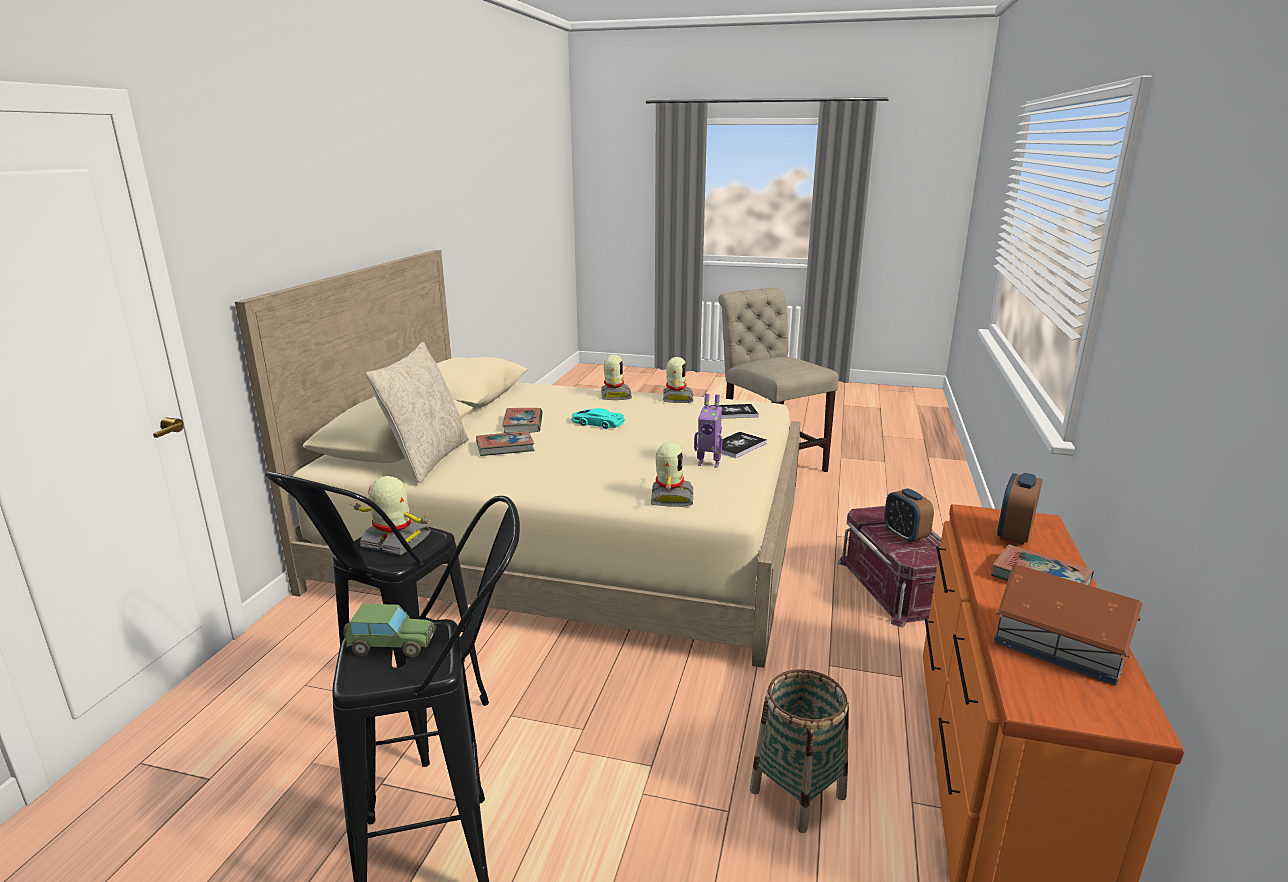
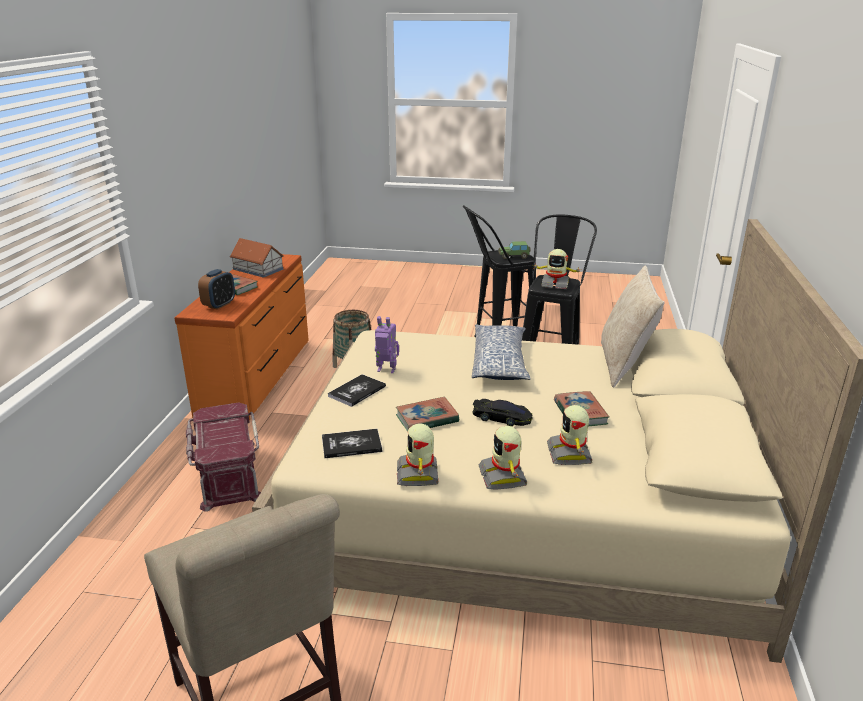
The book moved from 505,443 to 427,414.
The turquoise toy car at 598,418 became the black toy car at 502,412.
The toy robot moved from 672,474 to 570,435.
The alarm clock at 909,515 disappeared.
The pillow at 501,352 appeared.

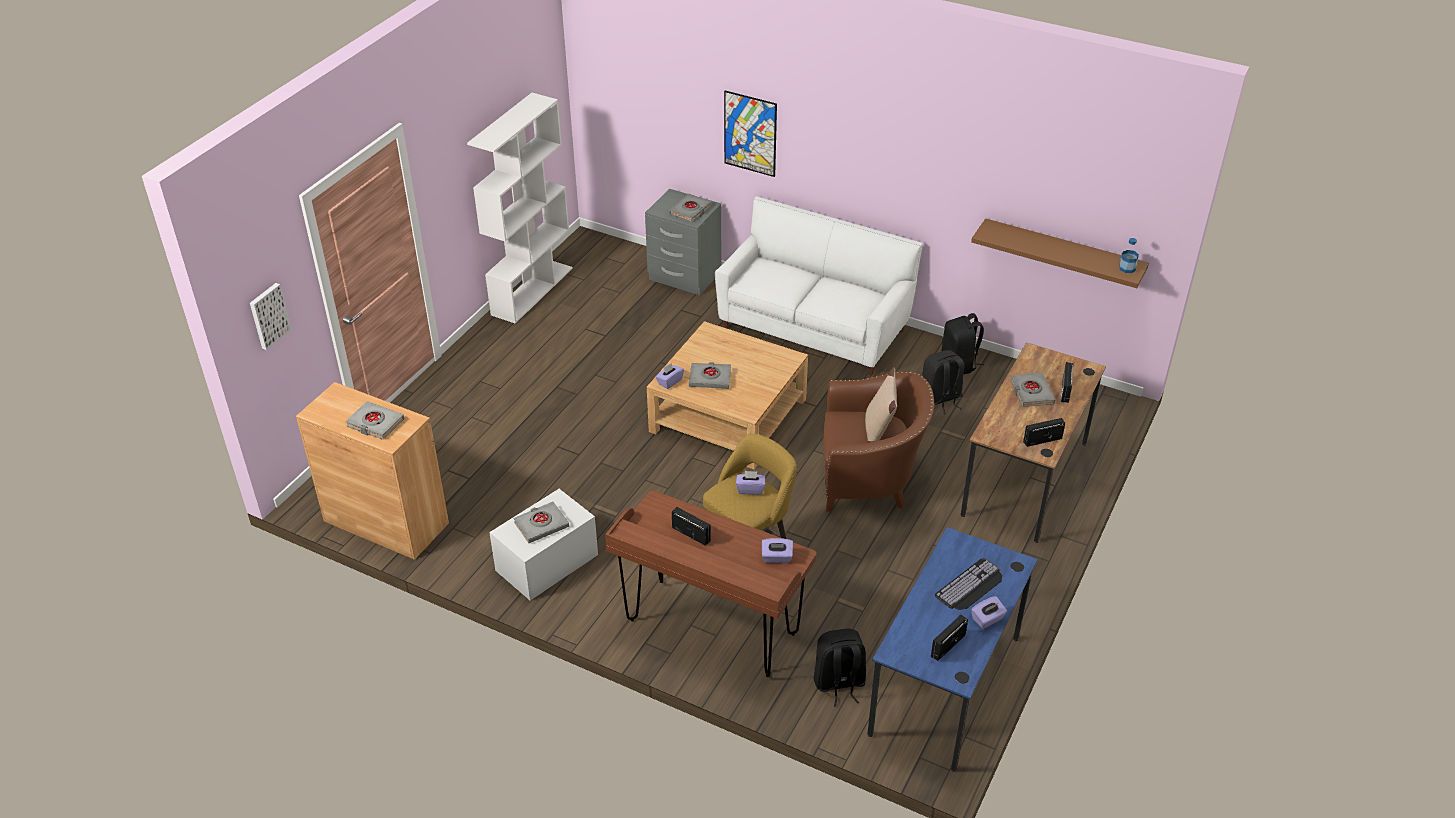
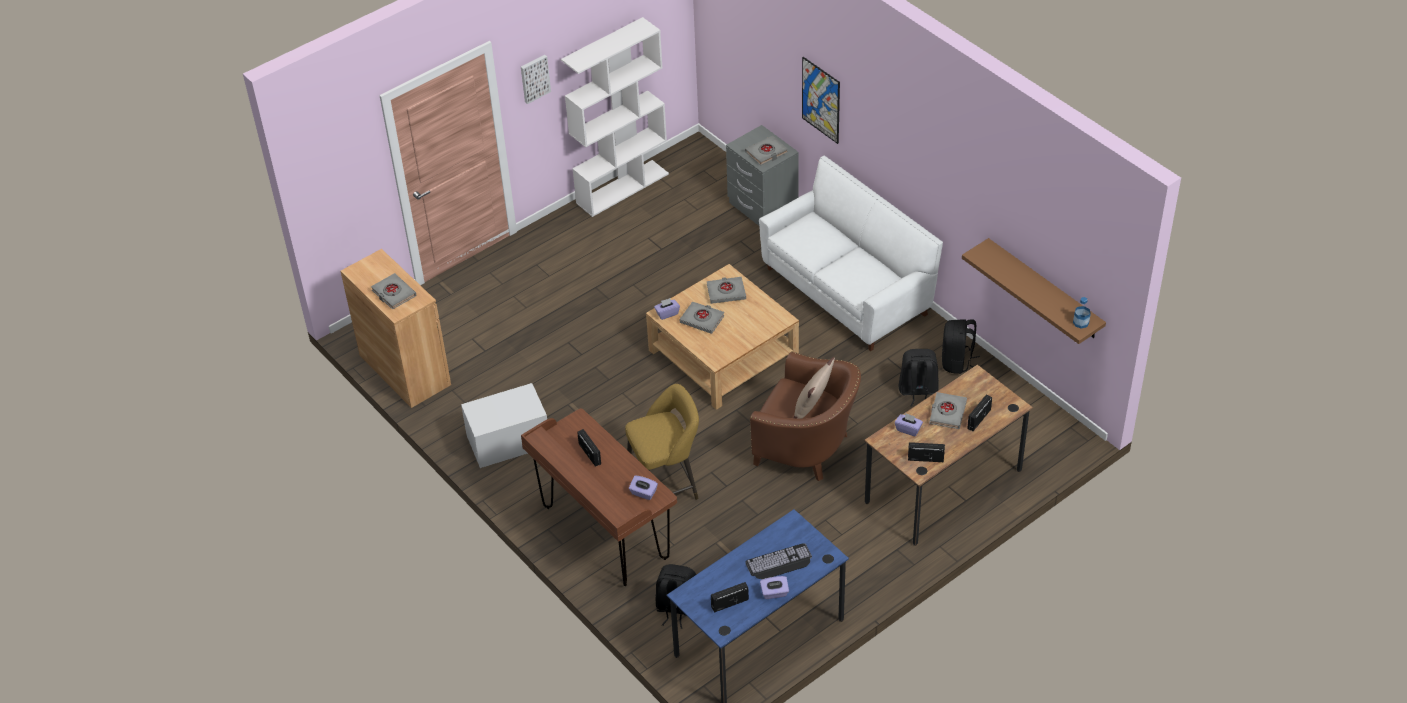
The picture moved from 271,316 to 536,79.
The grey book moved from 541,522 to 726,290.
The purple tissue box moved from 750,483 to 909,424.

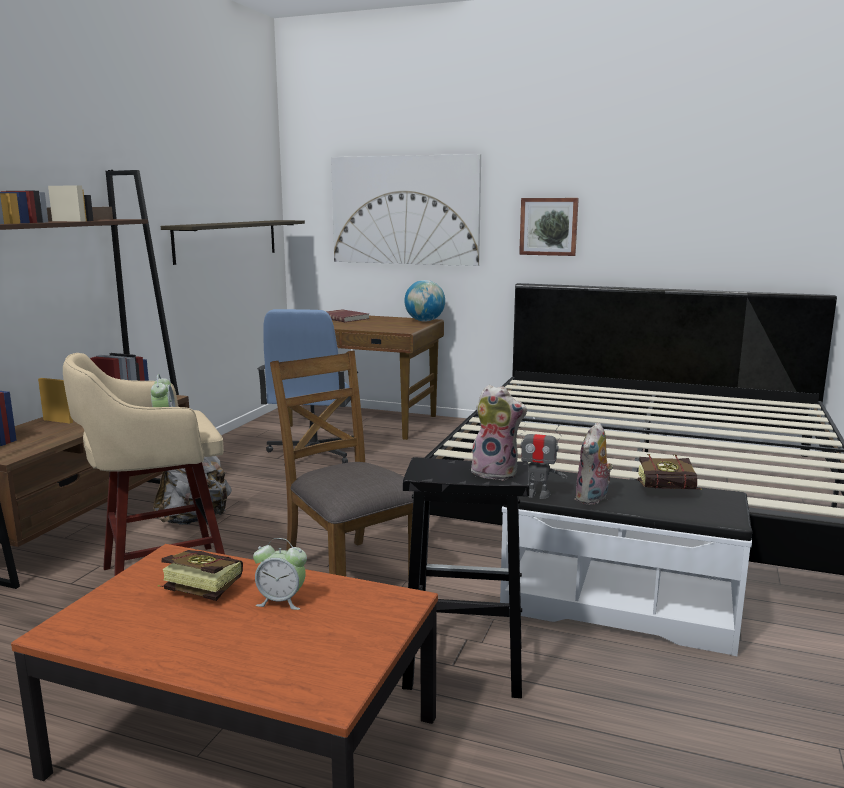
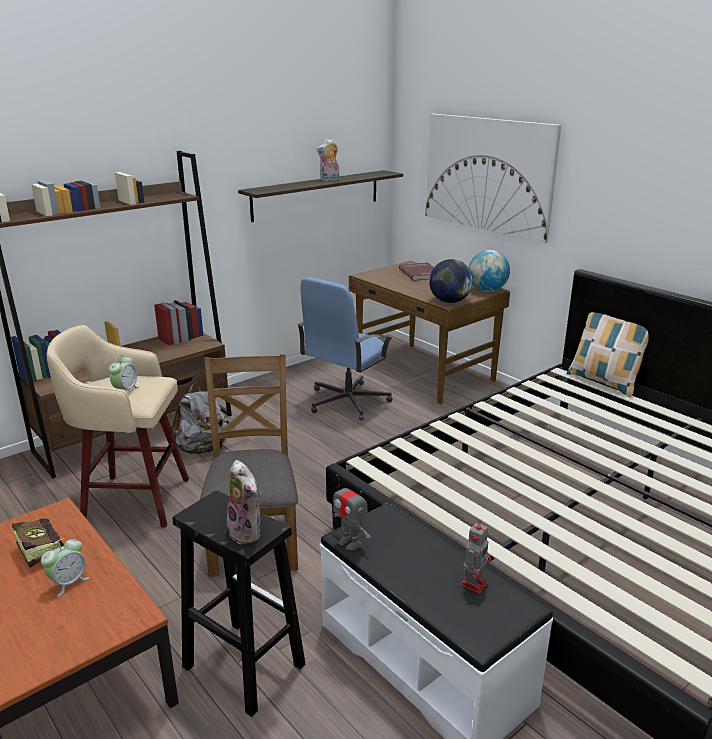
The alarm clock at 280,574 turned 90 degrees counterclockwise.
The picture at 549,227 disappeared.
The plush toy moved from 594,463 to 328,159.
The book at 670,472 was replaced by the toy robot at 475,557.
The globe at 451,281 appeared.
The pillow at 608,354 appeared.

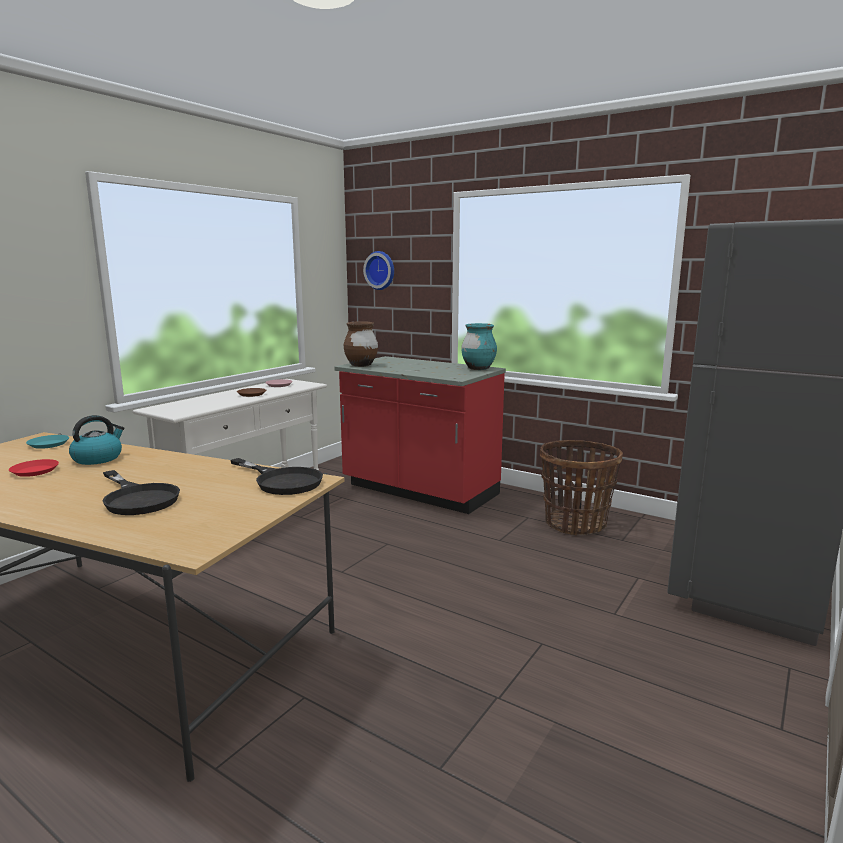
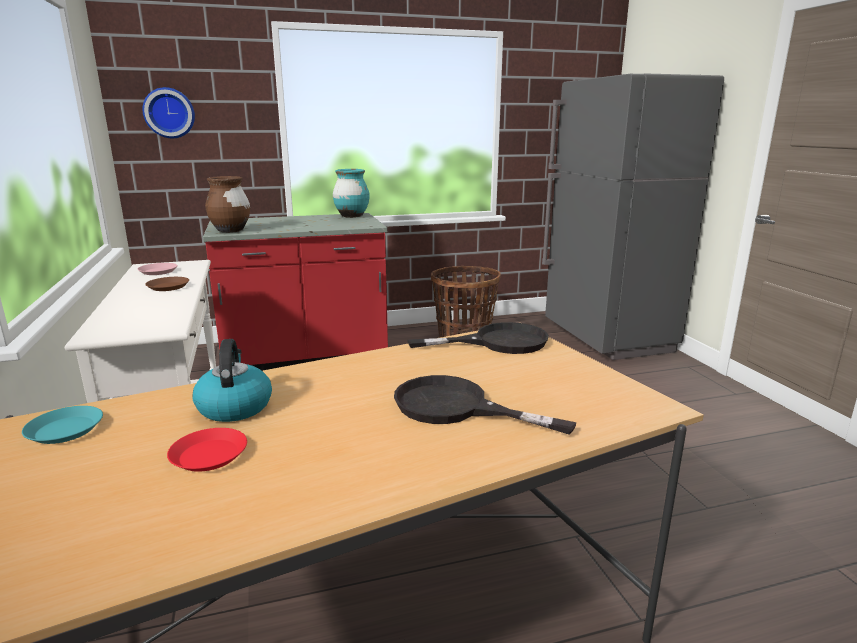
The black frying pan at 141,492 turned 150 degrees counterclockwise.

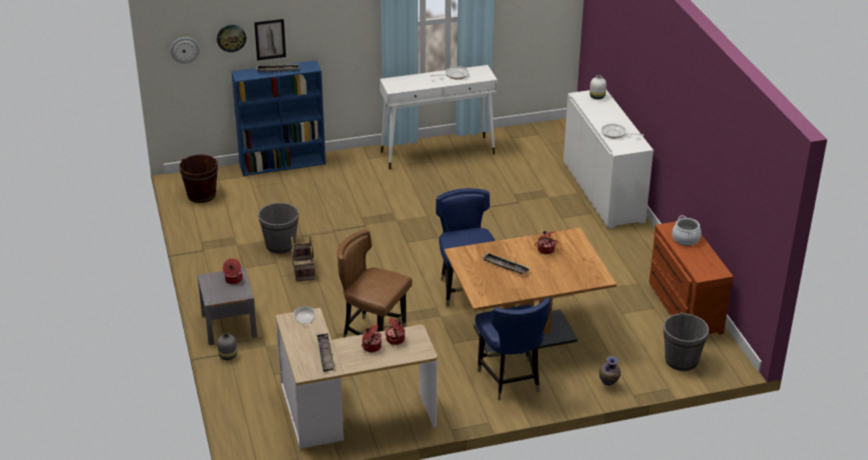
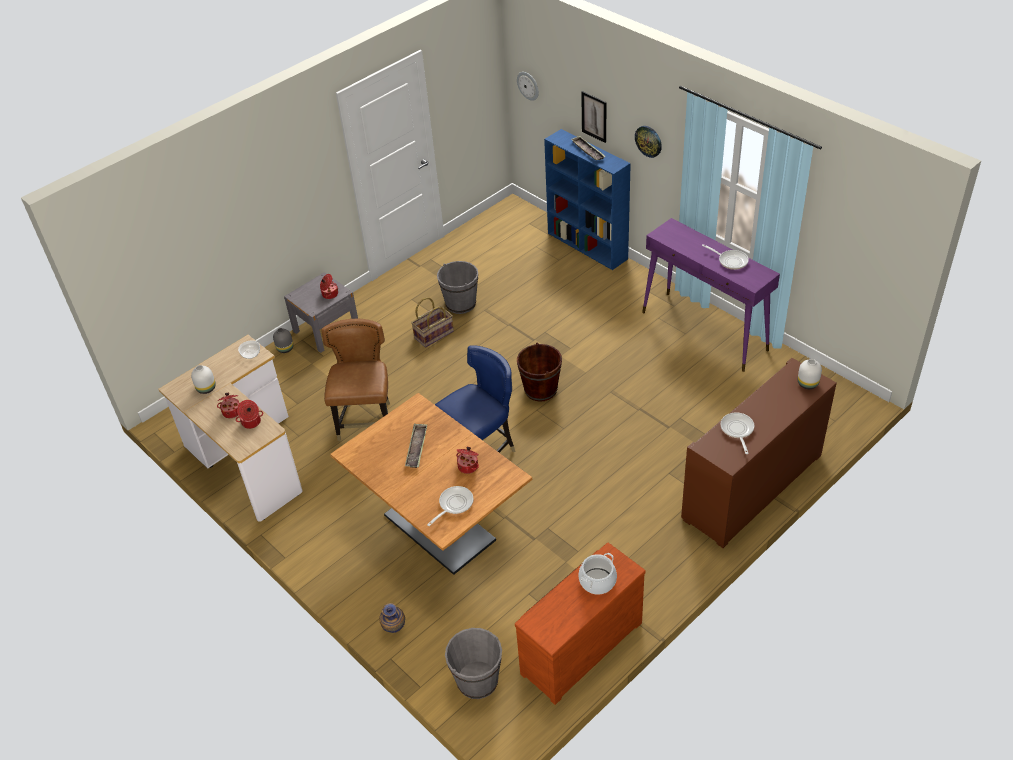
The brown bucket moved from 198,178 to 539,372.
The wall clock moved from 231,38 to 648,142.
The tray at 325,352 was replaced by the white vase at 203,379.
The white console table at 438,117 became the purple console table at 711,295.
The blue chair at 513,348 disappeared.
The white cabinet at 608,159 became the brown cabinet at 759,453.
The frying pan at 450,506 appeared.

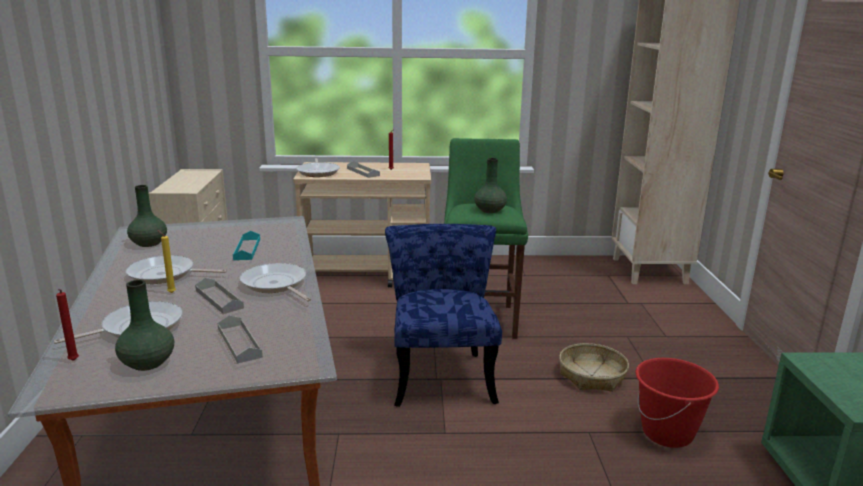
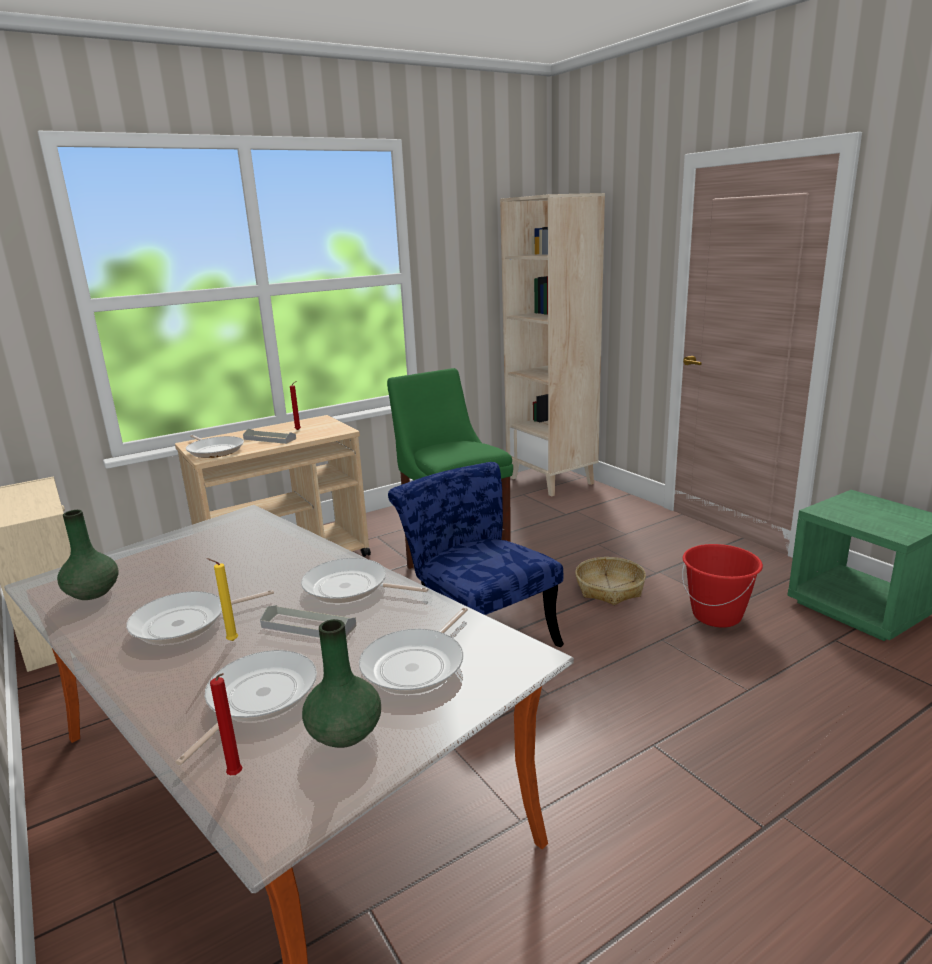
The grey tray at 240,339 was replaced by the frying pan at 413,650.
The turquoise tray at 246,245 disappeared.
The green vase at 490,185 disappeared.

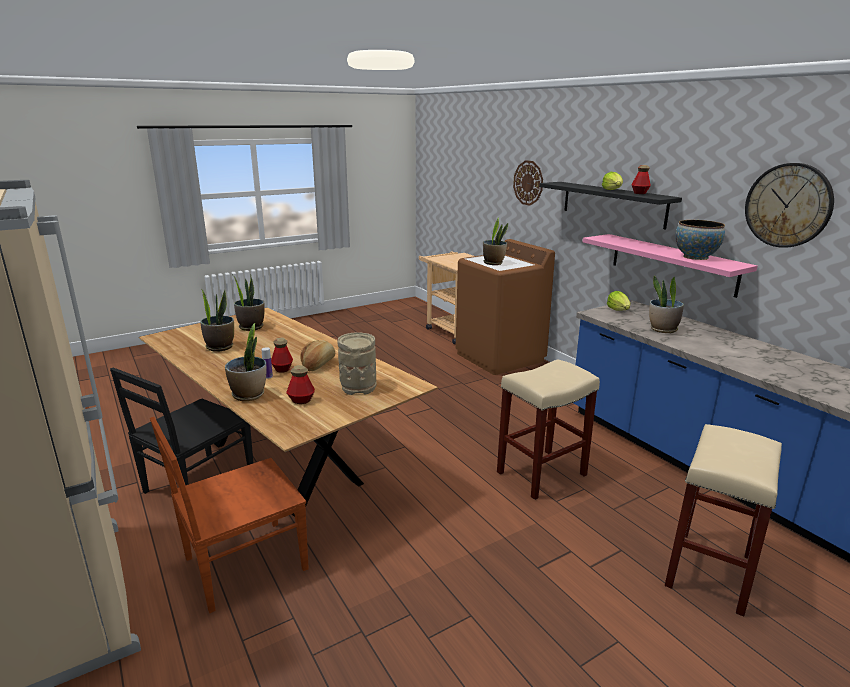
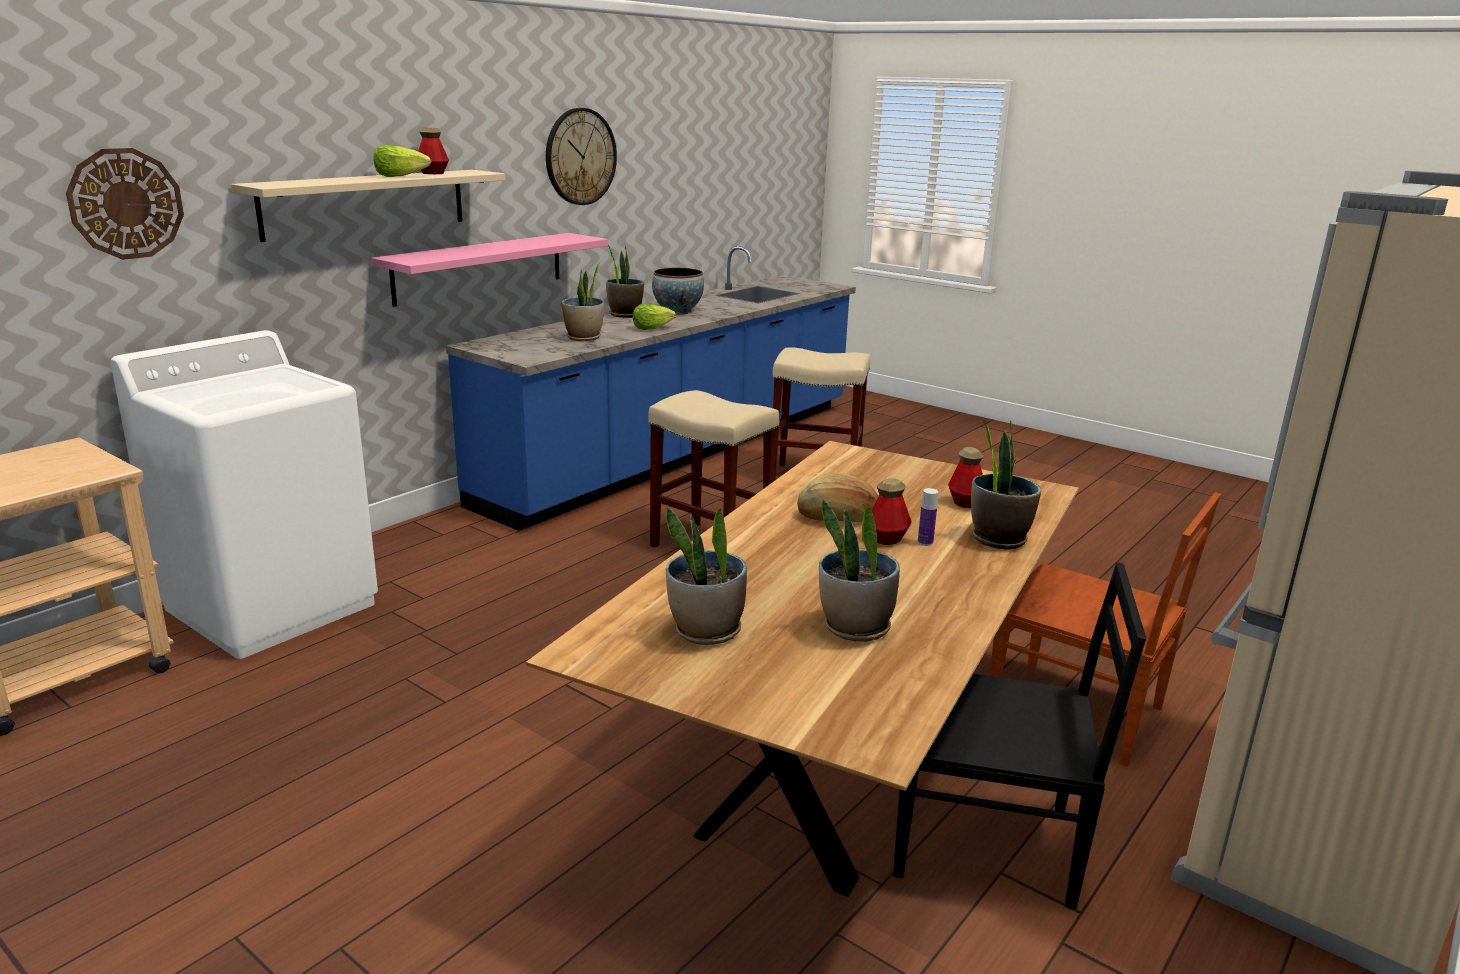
The beige vase at 357,363 disappeared.
The brown washing machine at 505,307 became the white washing machine at 244,494.
The potted plant moved from 495,241 to 625,281.
The black shelf at 610,205 became the beige shelf at 368,206.
The lettuce moved from 619,301 to 654,317.
The bowl moved from 700,240 to 678,291.

